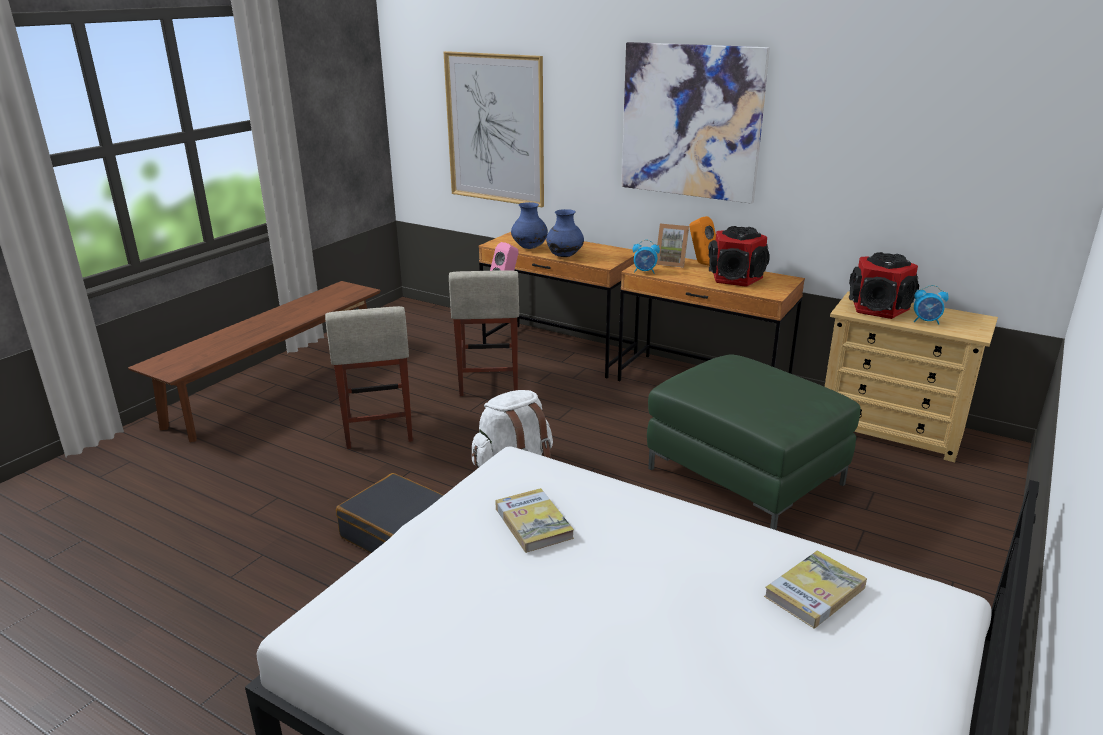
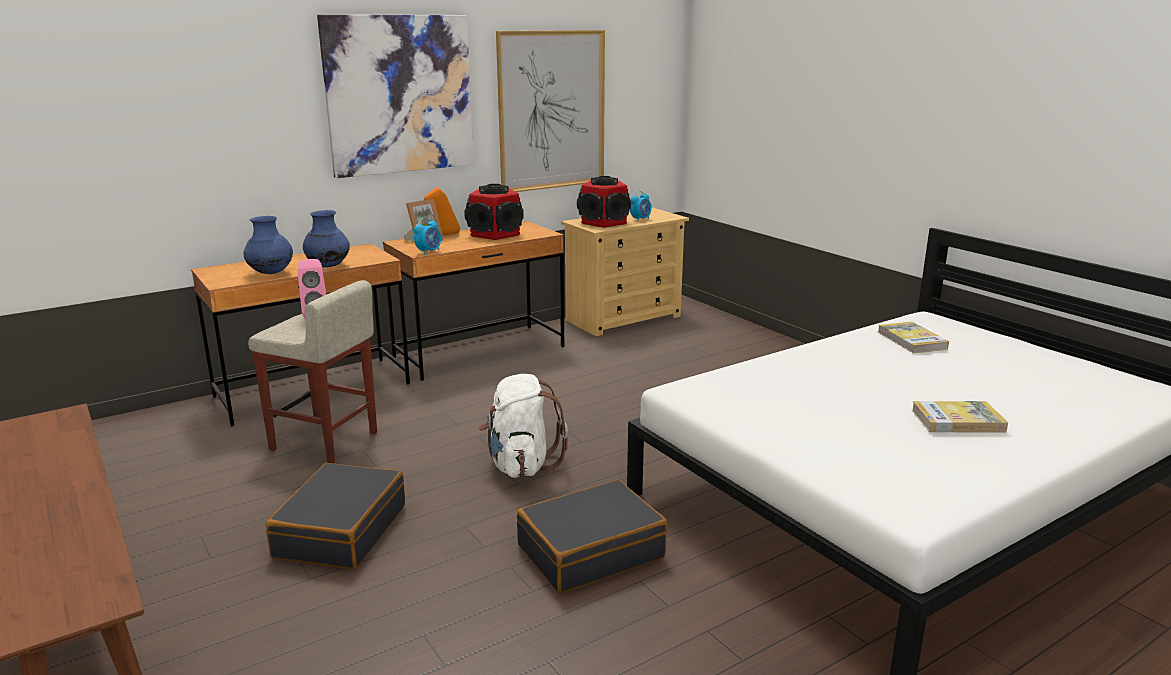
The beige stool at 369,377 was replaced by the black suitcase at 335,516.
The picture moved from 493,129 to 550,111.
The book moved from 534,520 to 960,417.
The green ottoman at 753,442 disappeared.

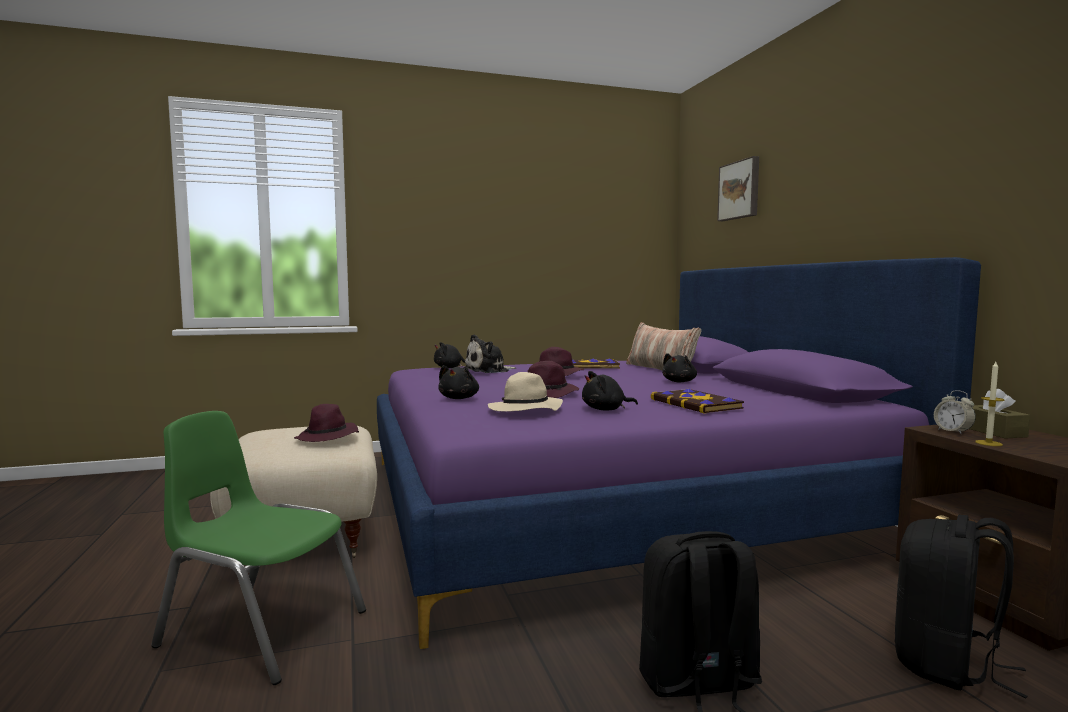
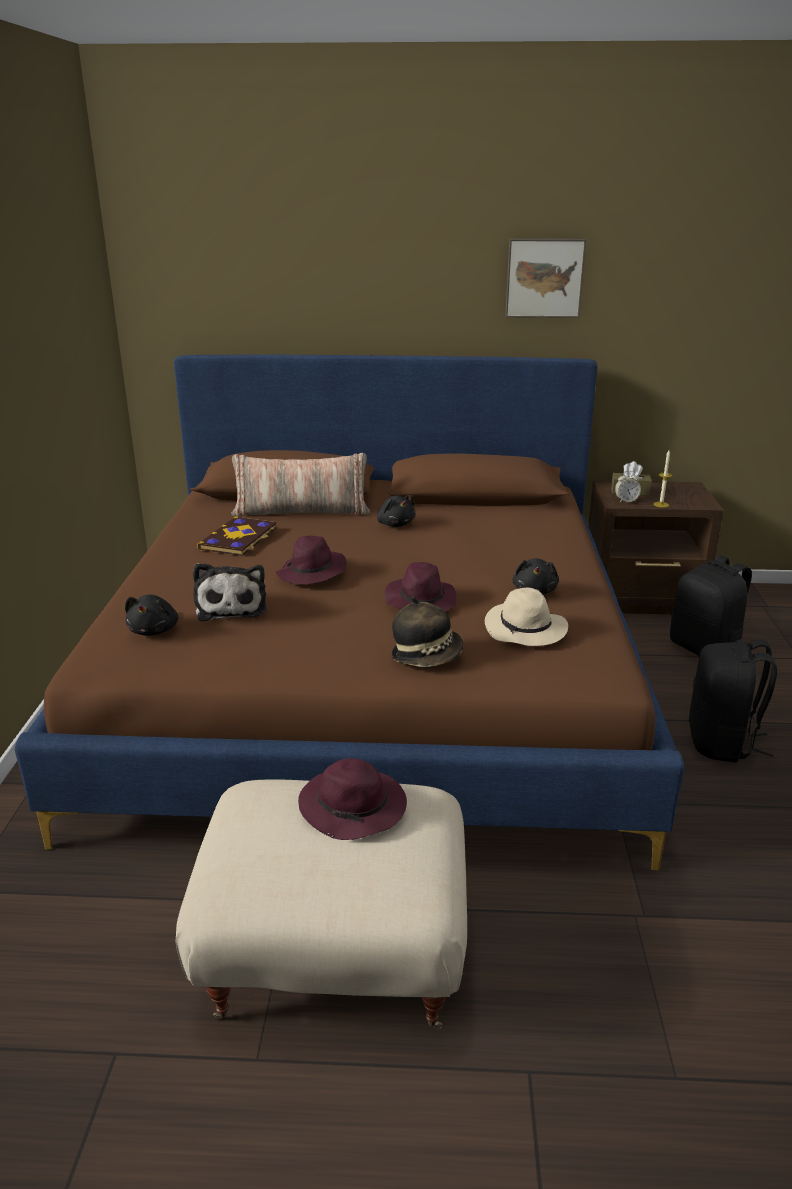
The green chair at 258,548 disappeared.
The purple bed at 679,453 became the brown bed at 349,612.
The black plush toy at 458,382 was replaced by the hat at 427,631.
The book at 697,400 disappeared.
The picture moved from 738,188 to 545,278.

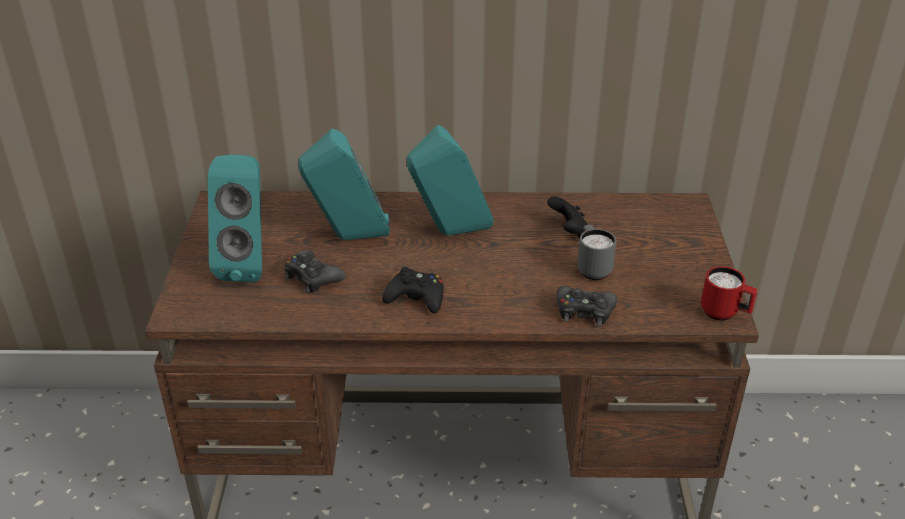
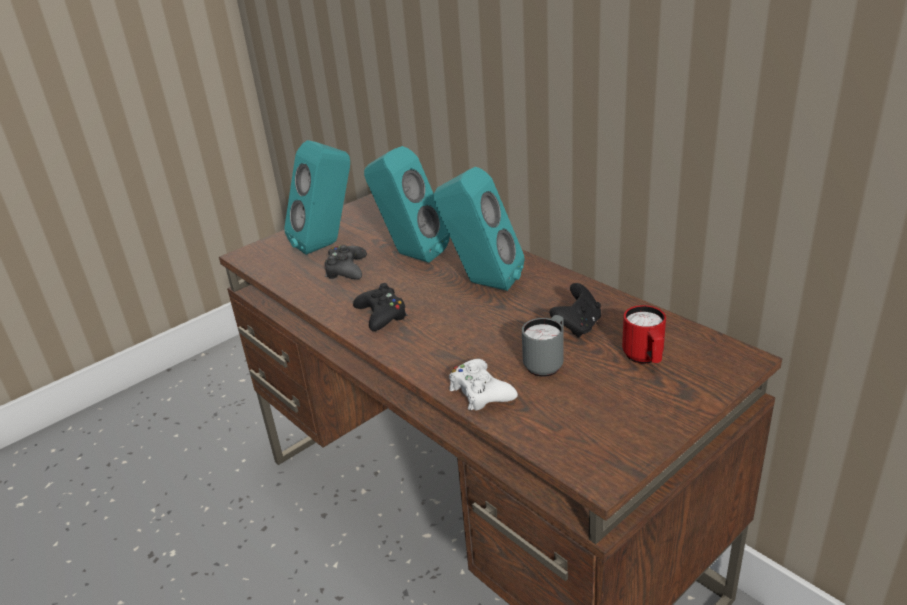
The black game controller at 587,306 became the white game controller at 483,384.
The red mug moved from 729,293 to 644,334.

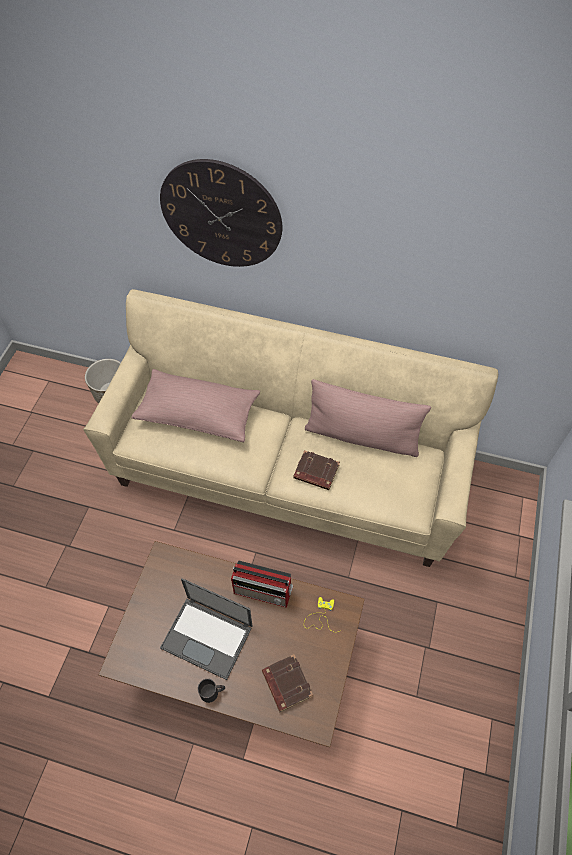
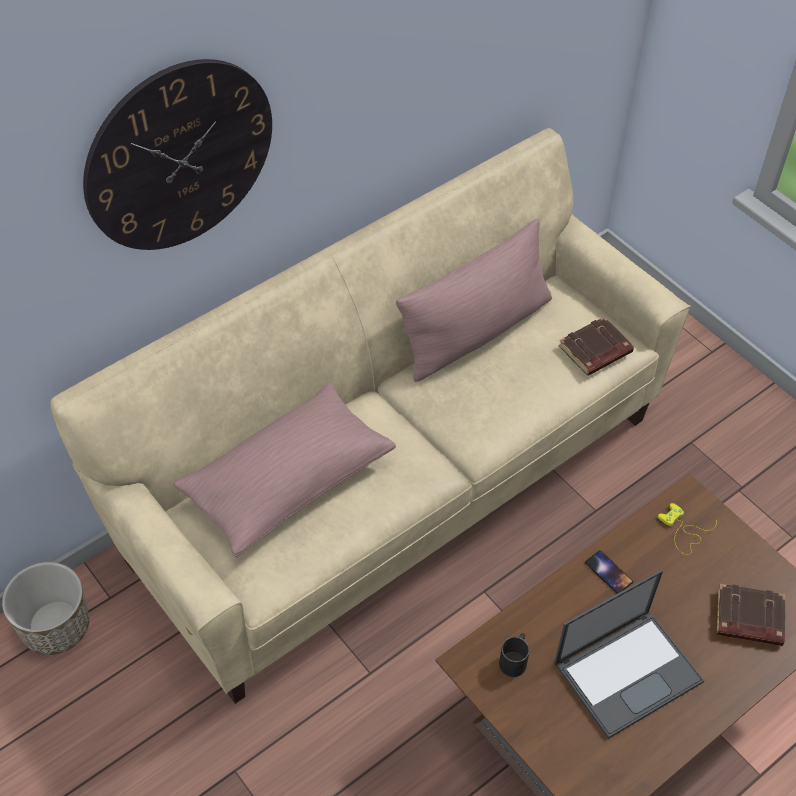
The black mug moved from 211,691 to 514,655.
The radio at 262,584 was replaced by the phone at 609,572.
The brown book moved from 316,470 to 596,346.

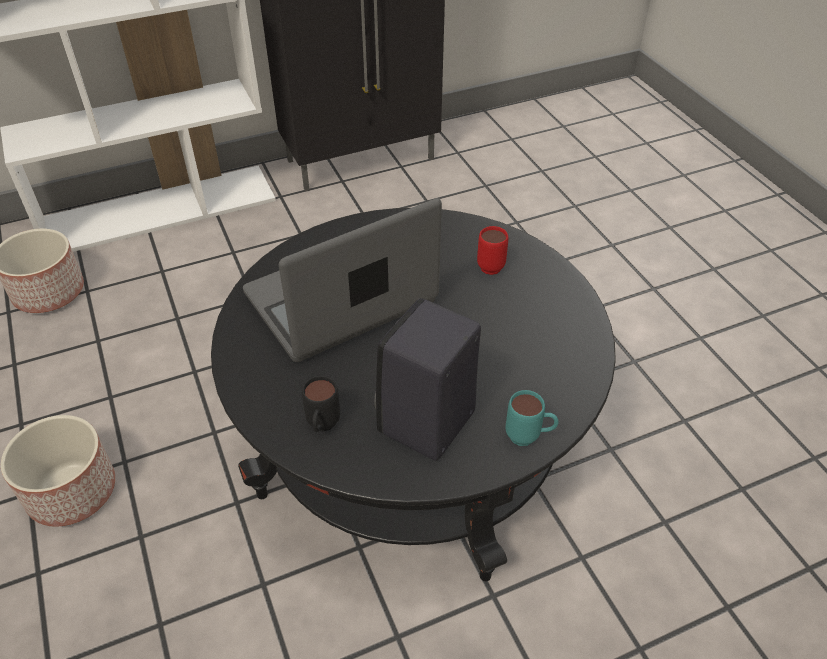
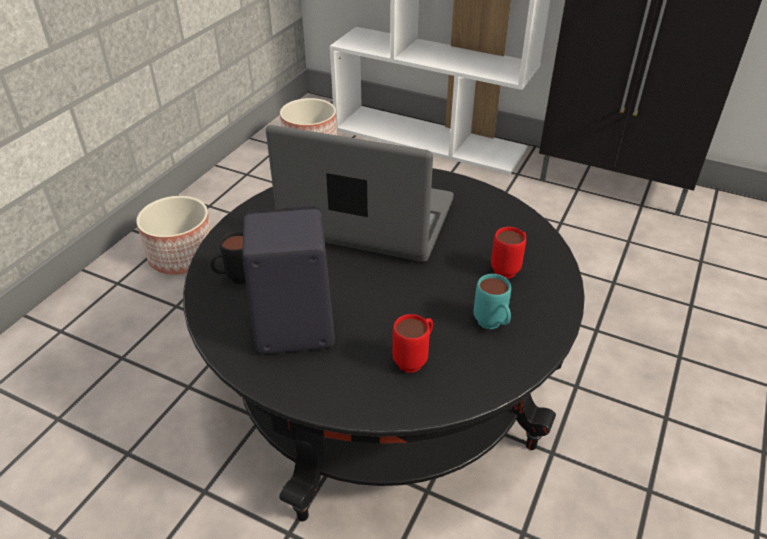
The turquoise mug moved from 532,418 to 492,301.
The red mug at 412,343 appeared.

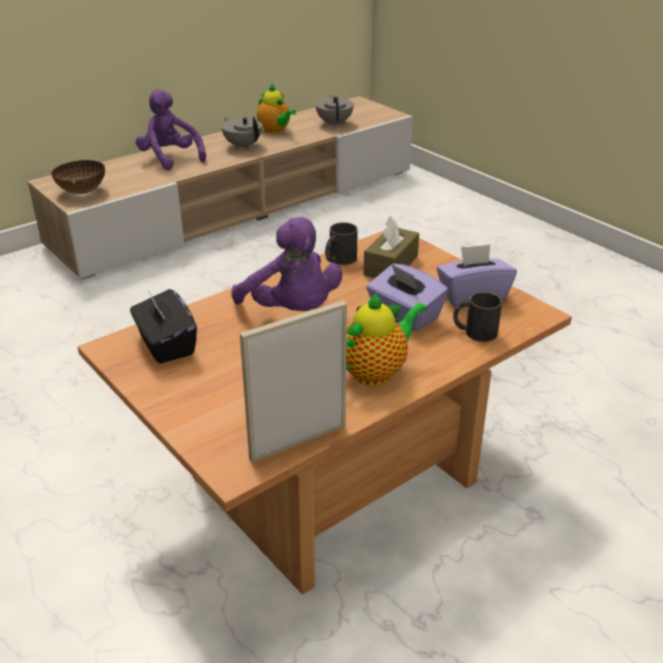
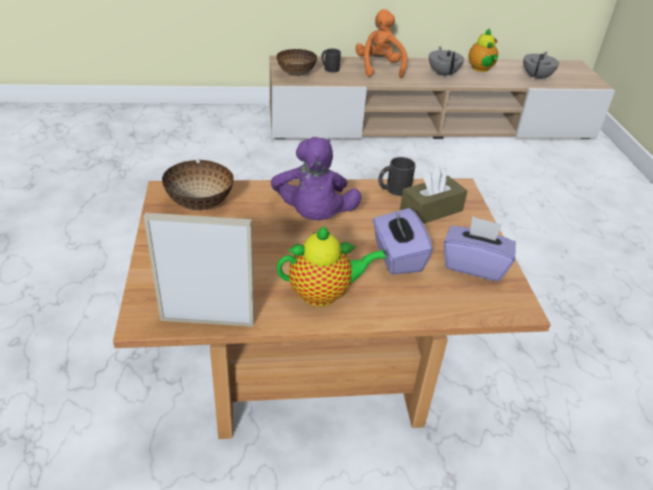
The black tissue box at 163,326 was replaced by the bowl at 198,185.
The purple plush toy at 171,130 became the orange plush toy at 381,43.
The black mug moved from 477,317 to 331,60.

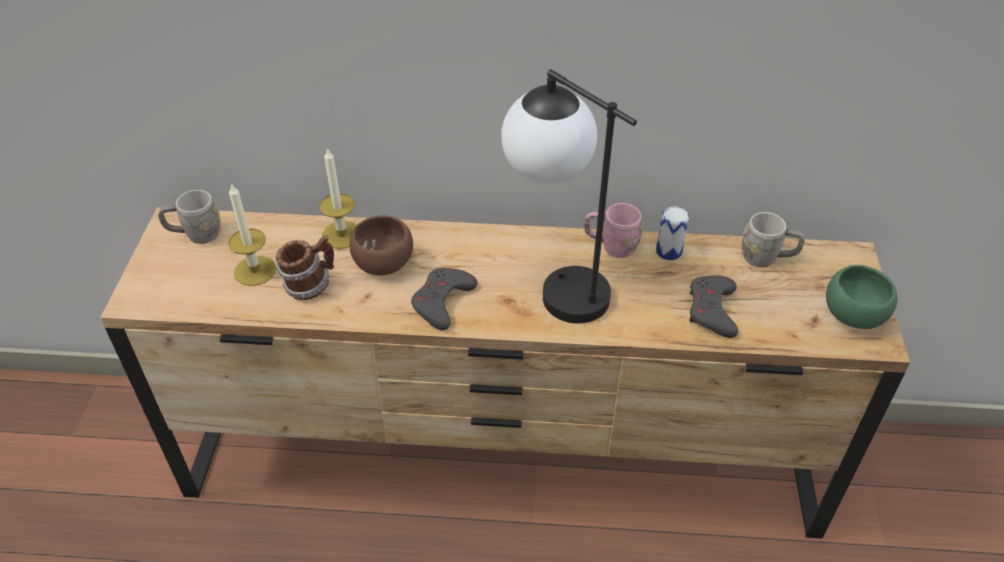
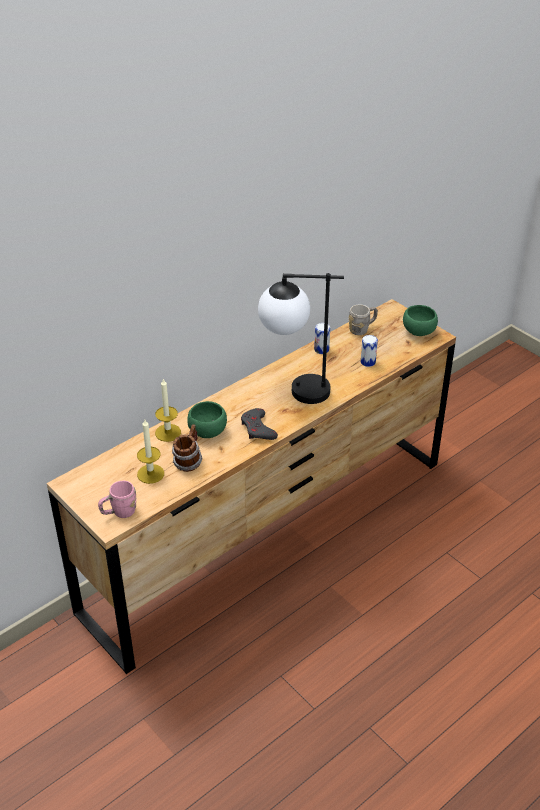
The grey mug at 189,217 disappeared.
The brown bowl at 381,245 became the green bowl at 207,419.
The pink mug moved from 613,230 to 117,499.
The grey game controller at 713,306 was replaced by the can at 369,351.

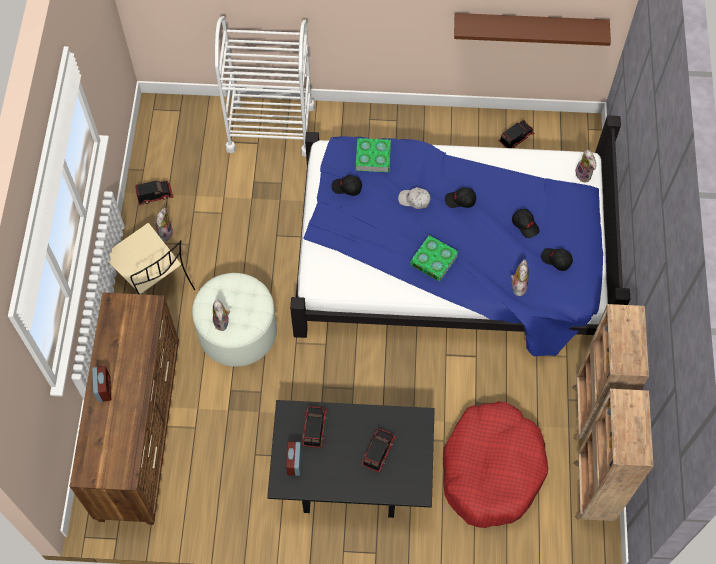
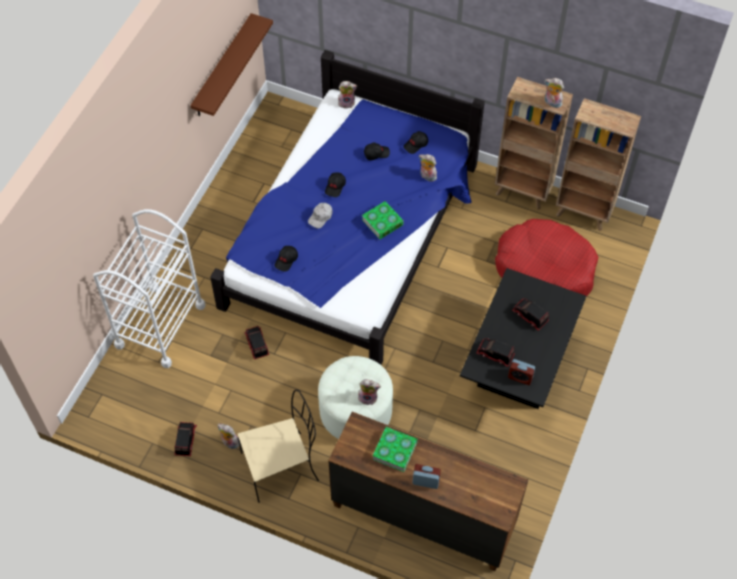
The book moved from 373,155 to 395,449.
The toy truck moved from 517,134 to 256,342.
The plush toy at 554,93 appeared.

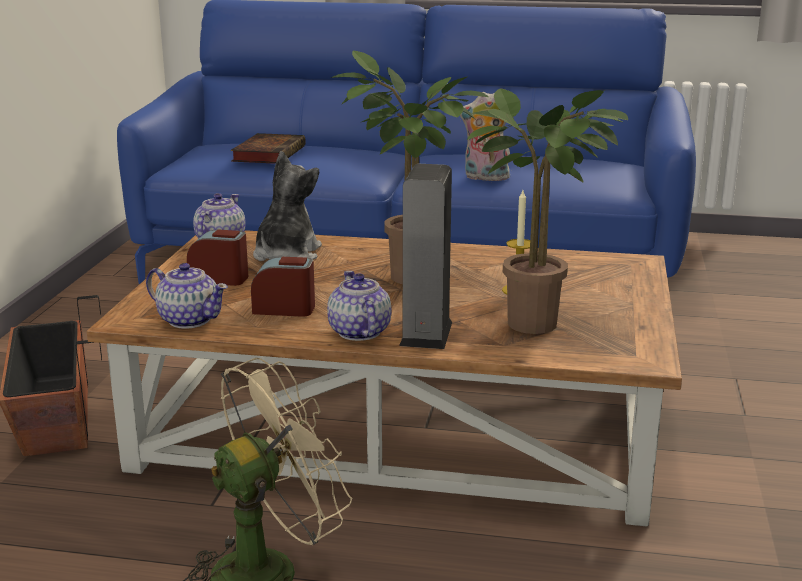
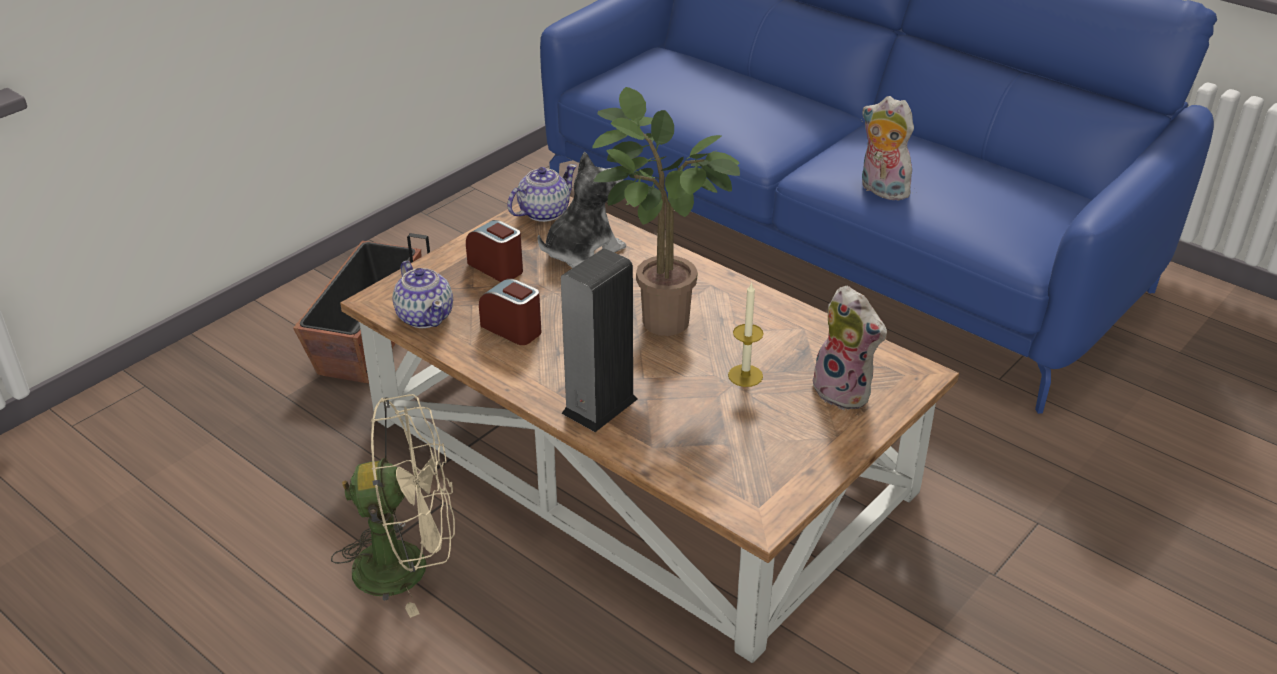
The book at 268,148 disappeared.
The teapot at 359,306 disappeared.
The potted plant at 547,211 disappeared.
The plush toy at 850,348 appeared.

